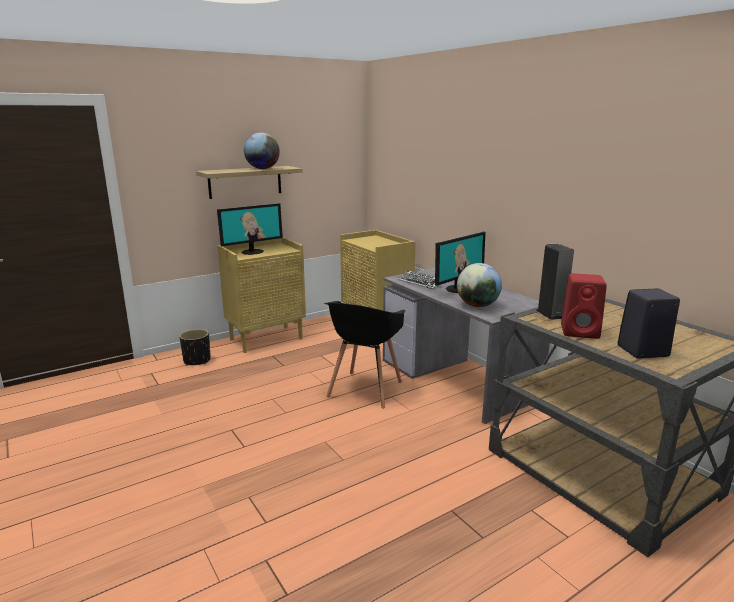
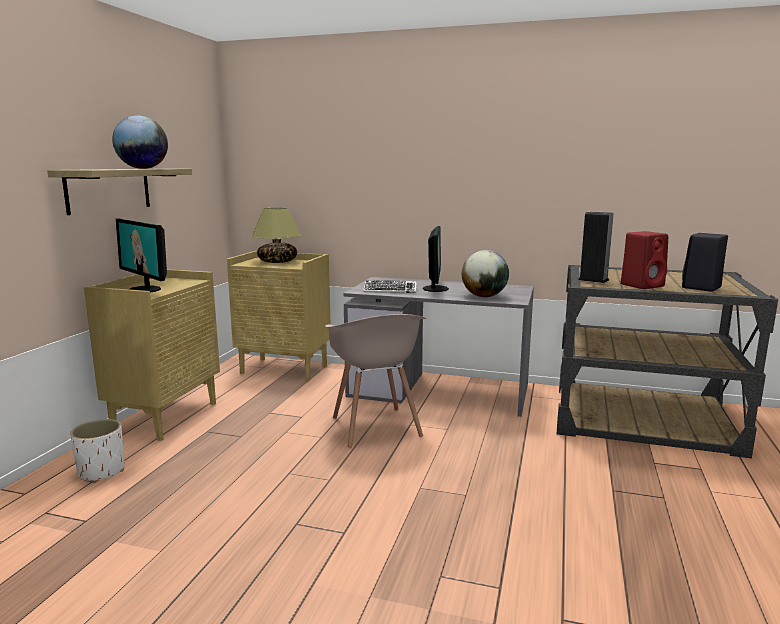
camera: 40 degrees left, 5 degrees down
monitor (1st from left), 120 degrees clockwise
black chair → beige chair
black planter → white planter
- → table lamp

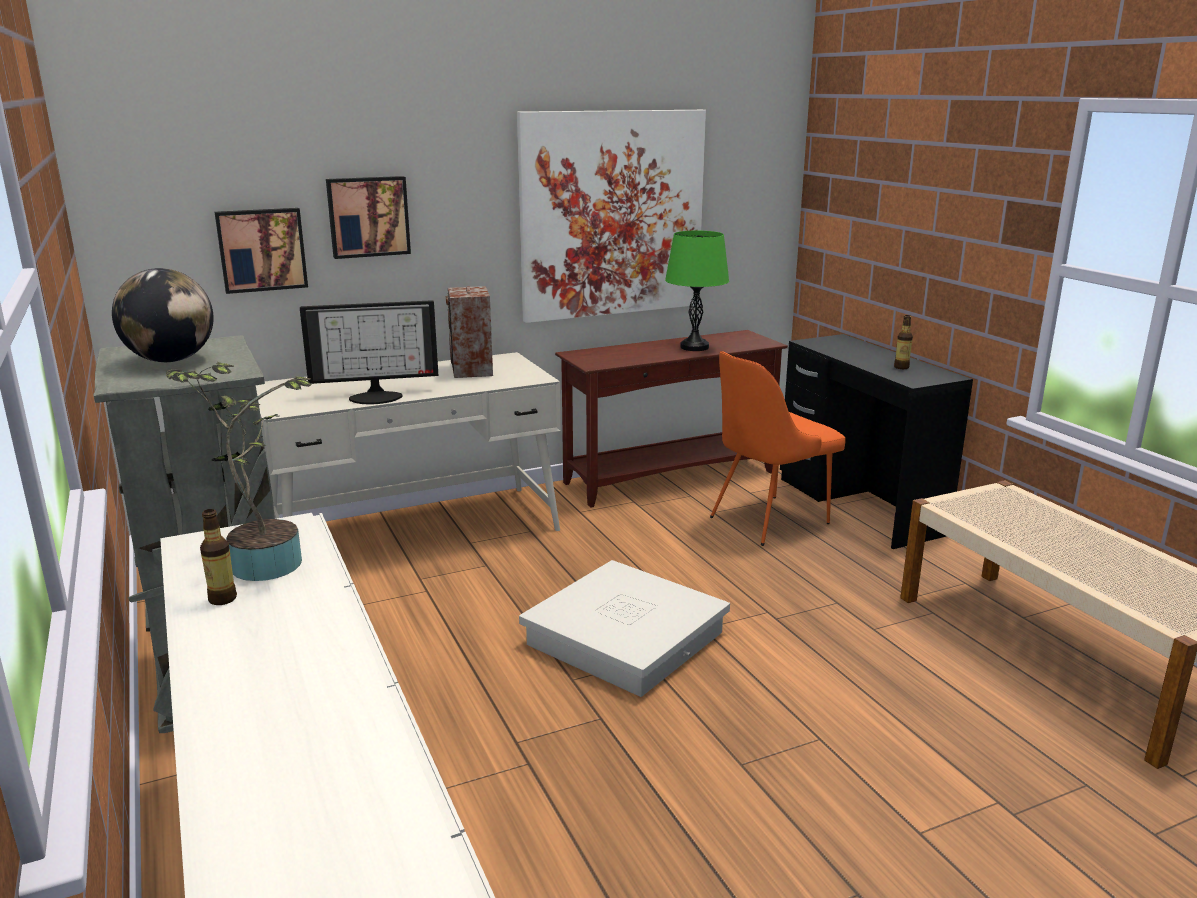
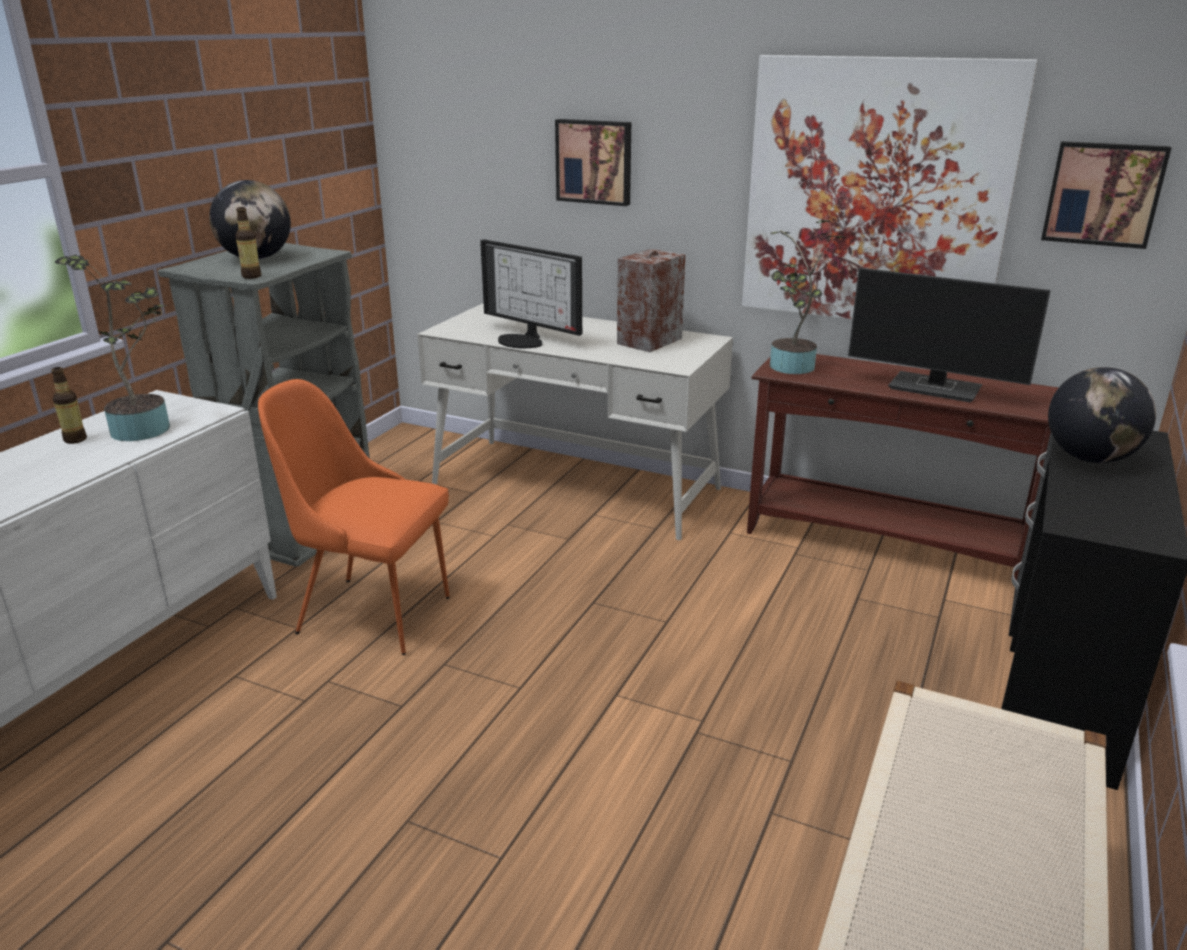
camera: 50 degrees right, 5 degrees up
picture (1st from left in the first image) → picture (3rd from left), moved
green table lamp → monitor (2nd from left)
bottle (2nd from left), moved
orange chair, moved
white storage box → -
- → potted plant (2nd from left)
- → globe (2nd from left)

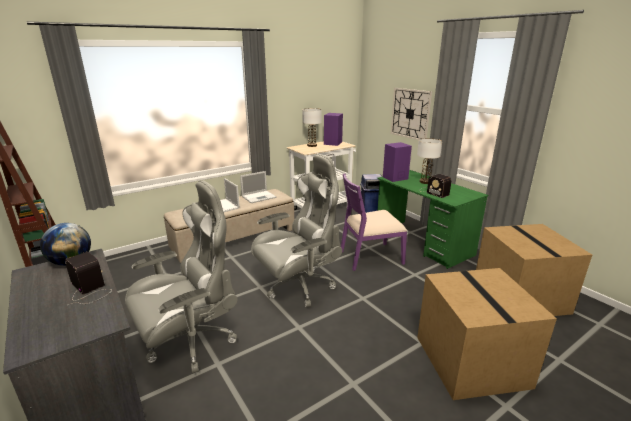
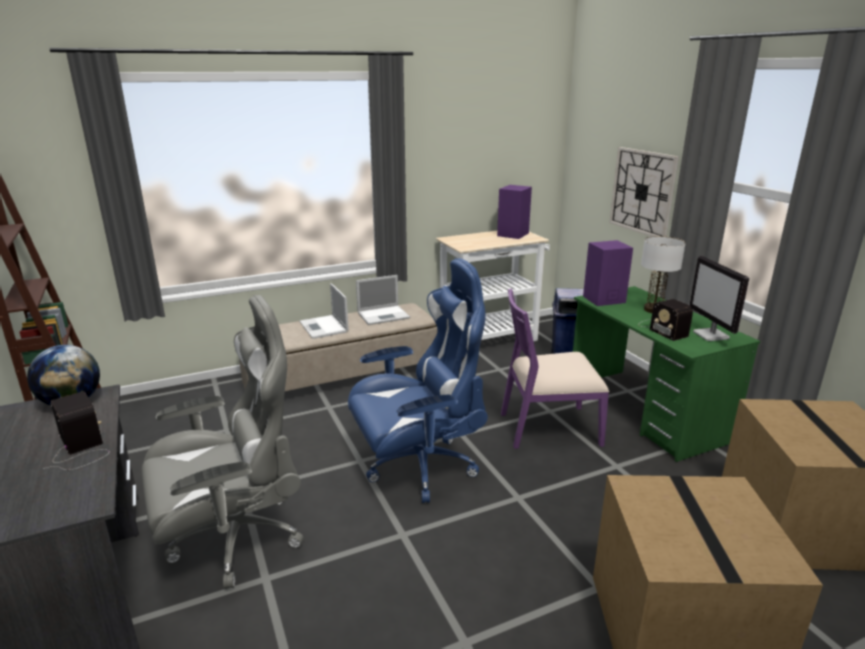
camera: 10 degrees right, 0 degrees up
table lamp (1st from left) → -
grey office chair (2nd from left) → blue office chair
- → monitor

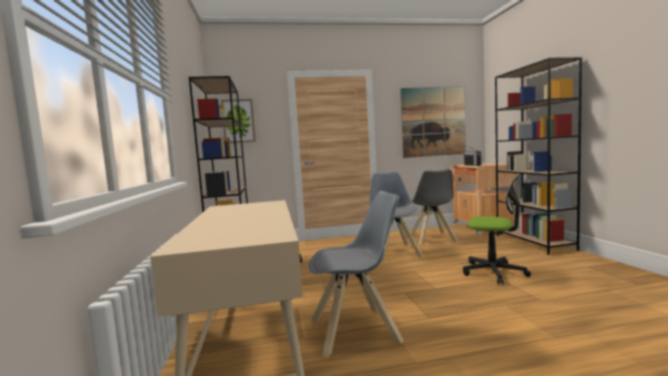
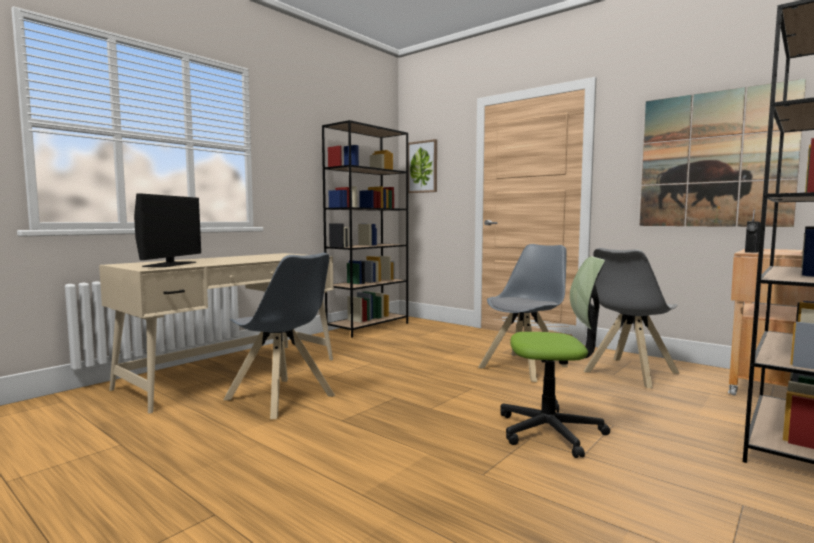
camera: 50 degrees right, 0 degrees up
office chair, 75 degrees counterclockwise
- → monitor

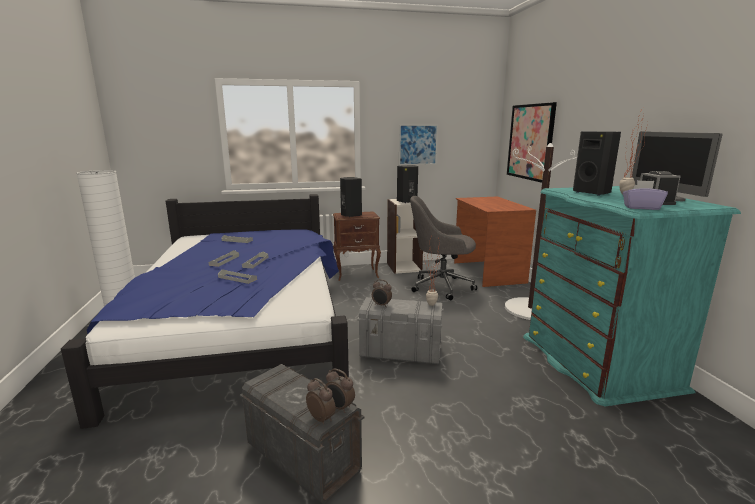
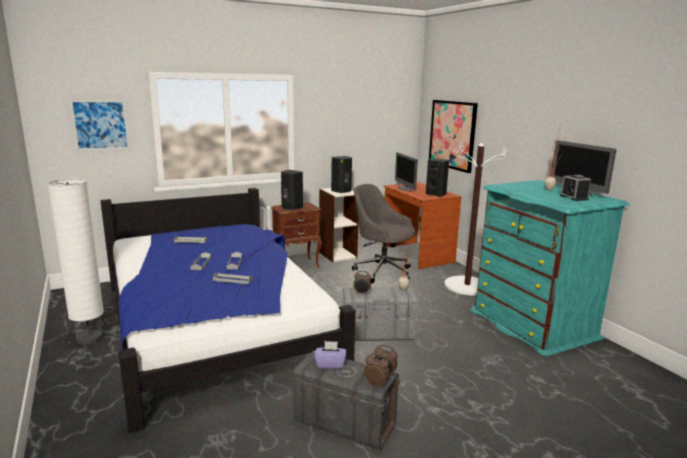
camera: 15 degrees left, 0 degrees up
picture (1st from left), moved
black speaker (3rd from left), moved
purple tissue box, moved
grey office chair, 45 degrees clockwise
- → monitor (1st from left)

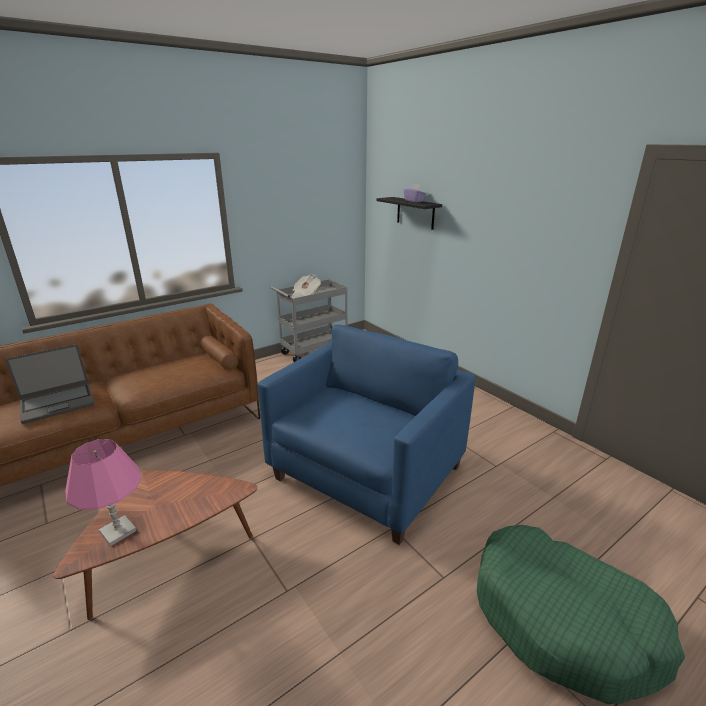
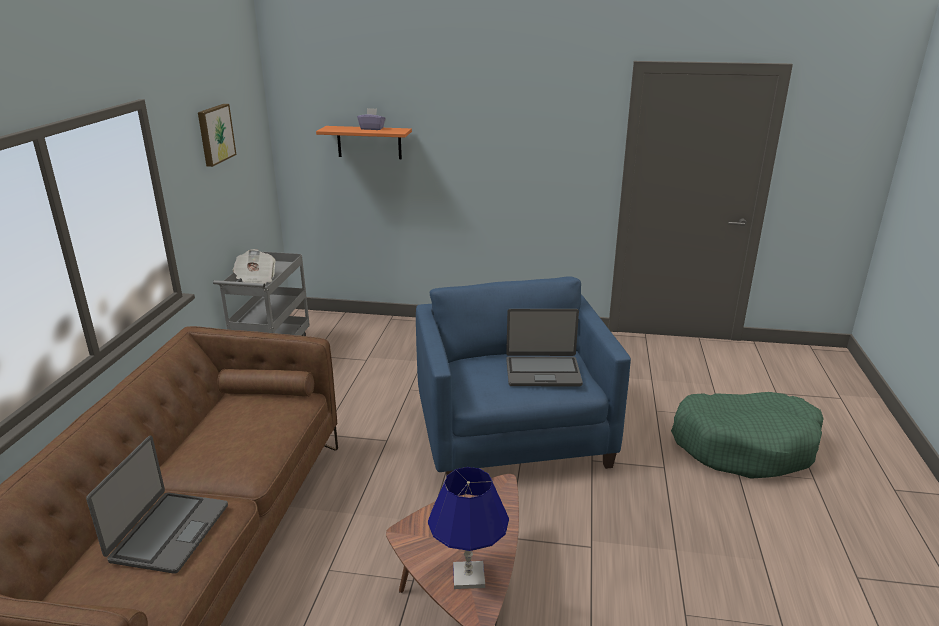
camera: 45 degrees left, 0 degrees up
black shelf → orange shelf
pink table lamp → blue table lamp
- → picture
- → laptop (2nd from left)

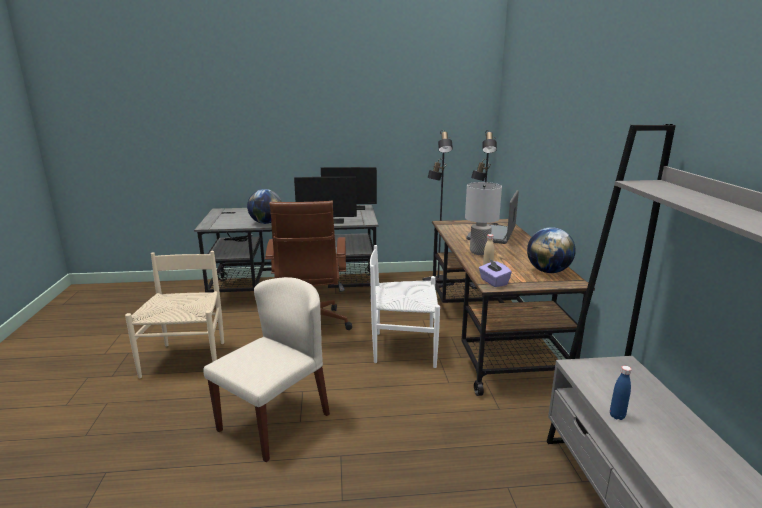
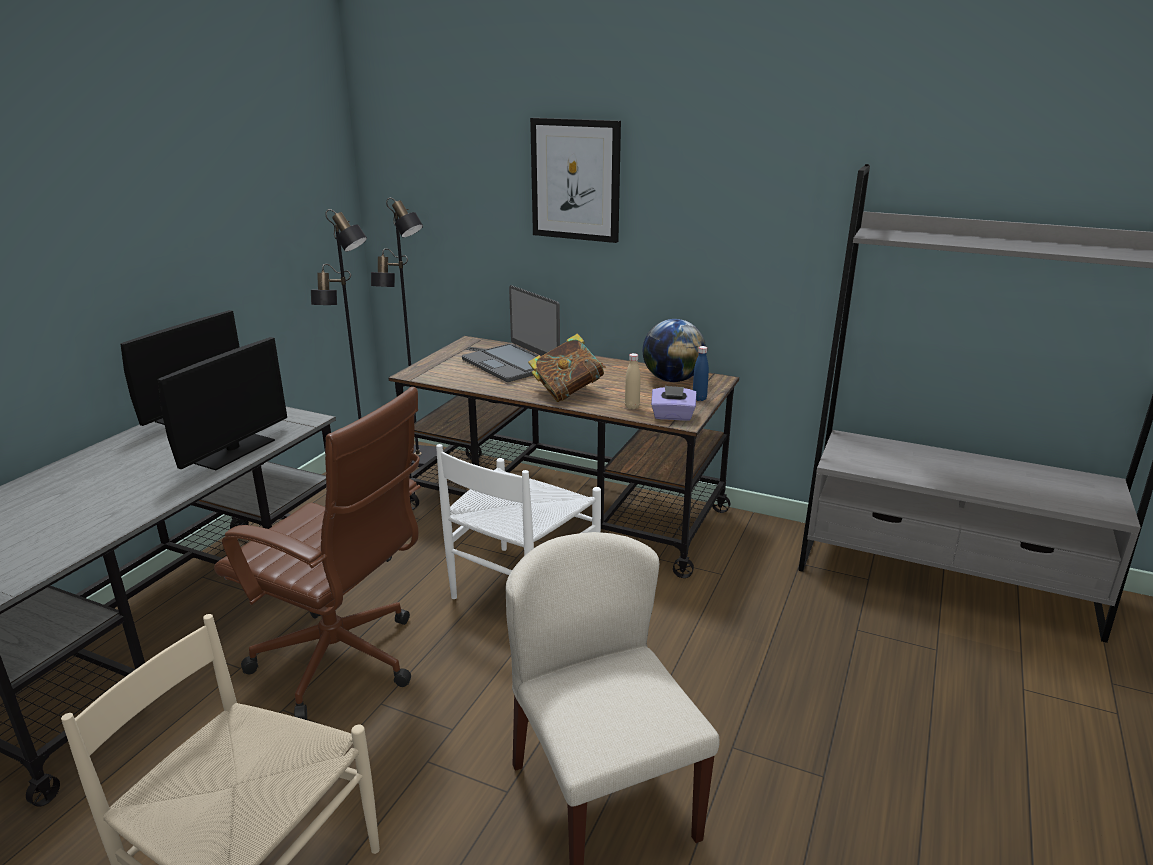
camera: 60 degrees left, 5 degrees up
grey table lamp → book
globe (1st from left) → -
blue bottle, moved
- → picture

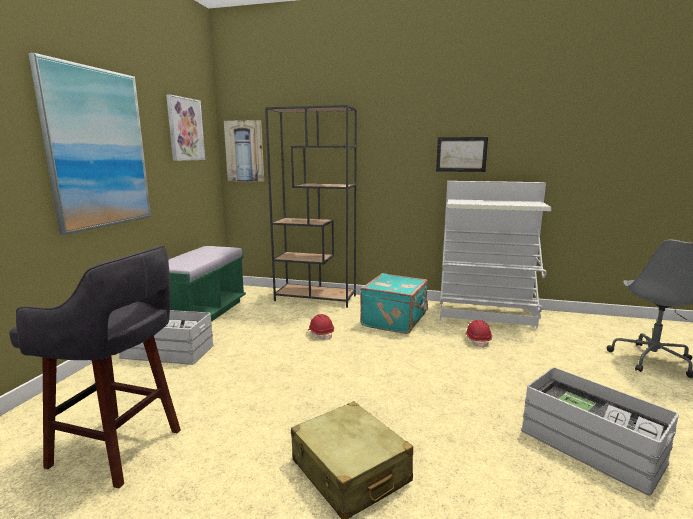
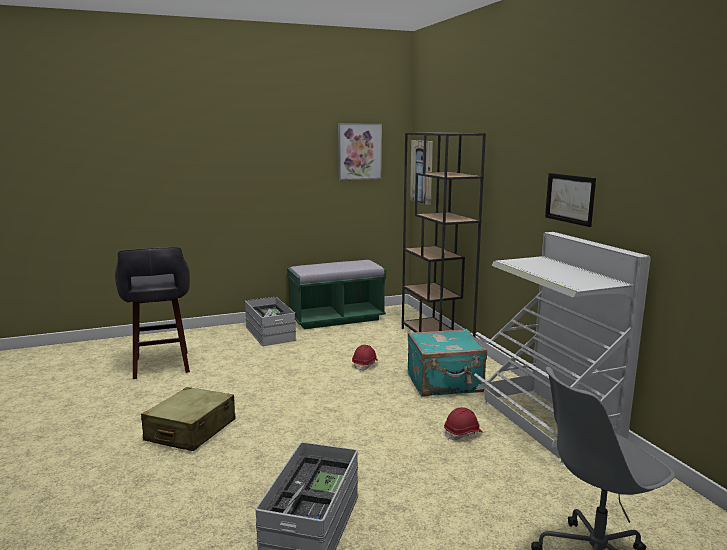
camera: 55 degrees right, 0 degrees up
picture (1st from left) → -

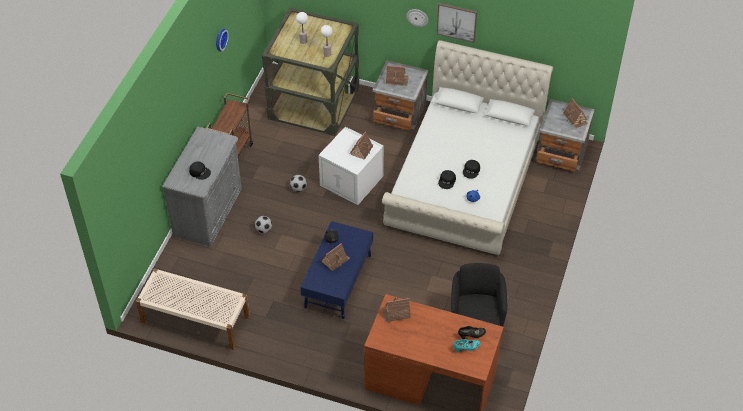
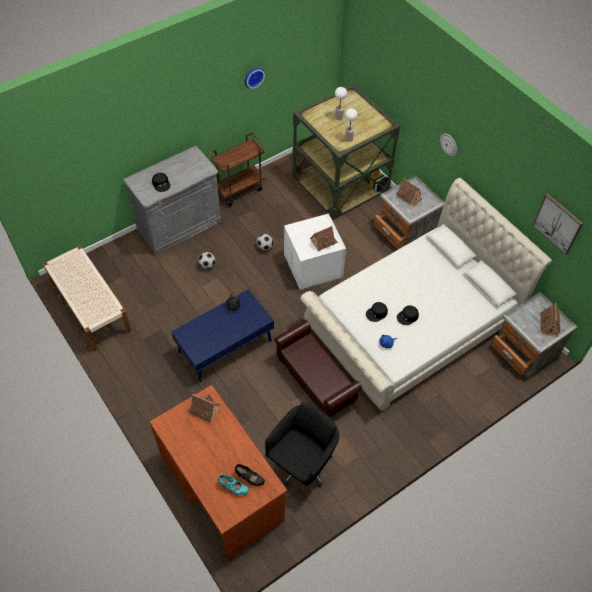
camera: 35 degrees right, 5 degrees up
picture, moved
toy house (1st from left) → -
- → brown ottoman

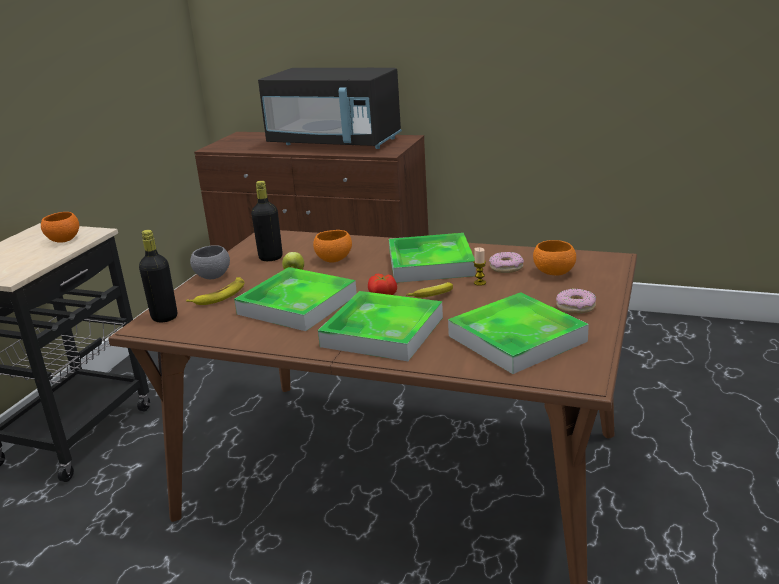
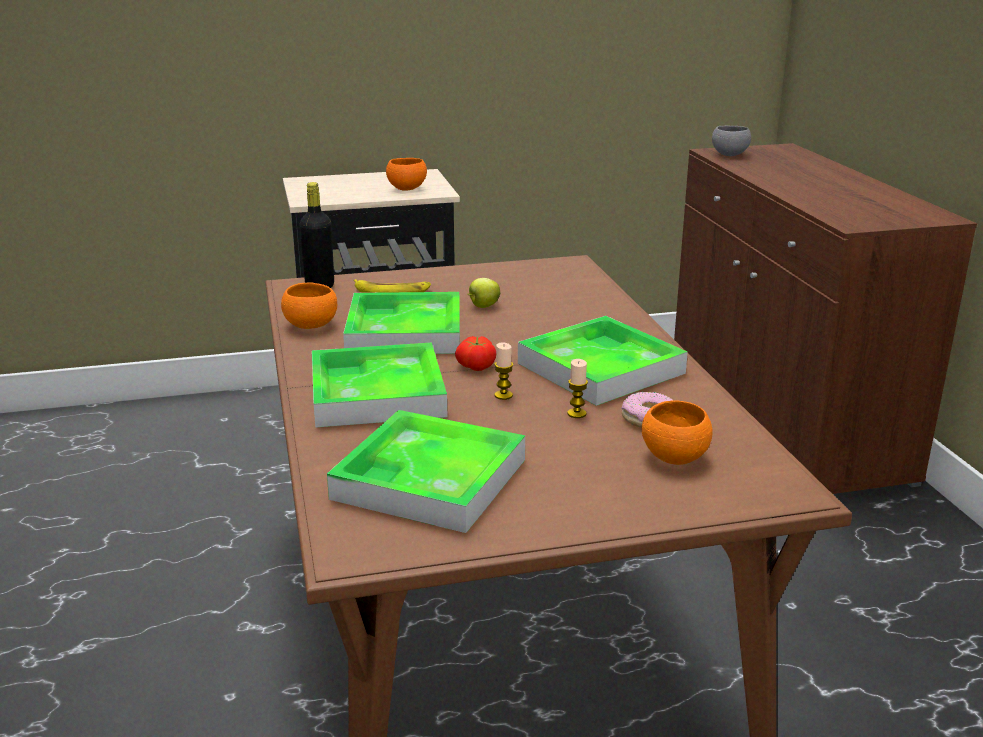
camera: 55 degrees right, 0 degrees up
black microwave → -
black bottle (2nd from left) → -
orange bowl (2nd from left in the first image) → orange bowl (1st from left), moved
grey bowl, moved
banana (2nd from left) → candle (1st from left)
donut (2nd from left) → -

